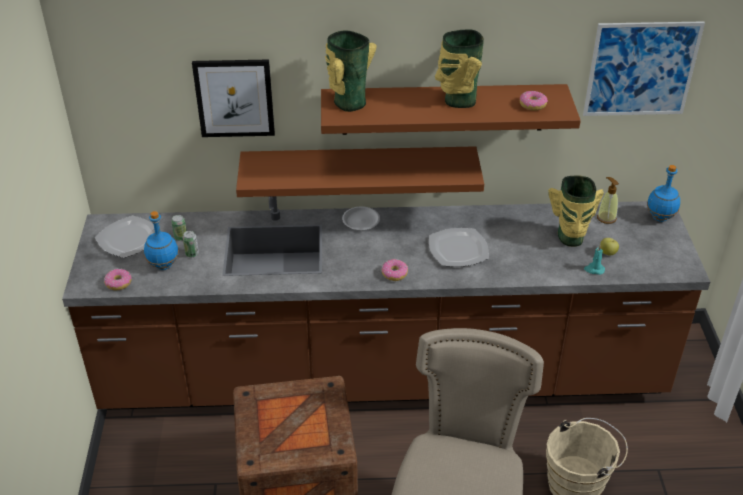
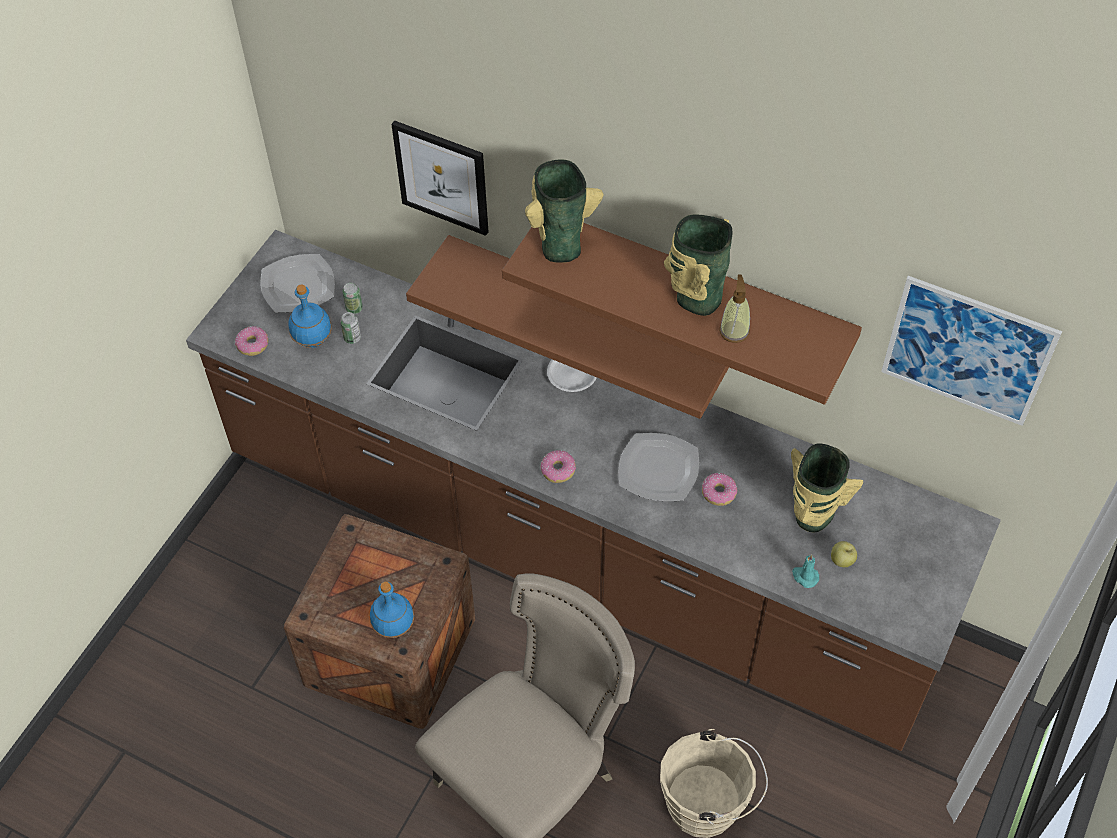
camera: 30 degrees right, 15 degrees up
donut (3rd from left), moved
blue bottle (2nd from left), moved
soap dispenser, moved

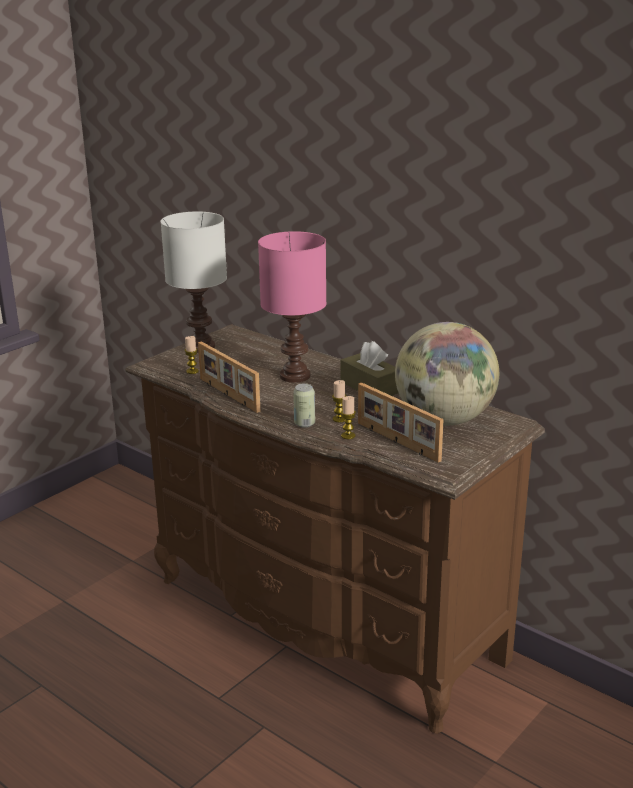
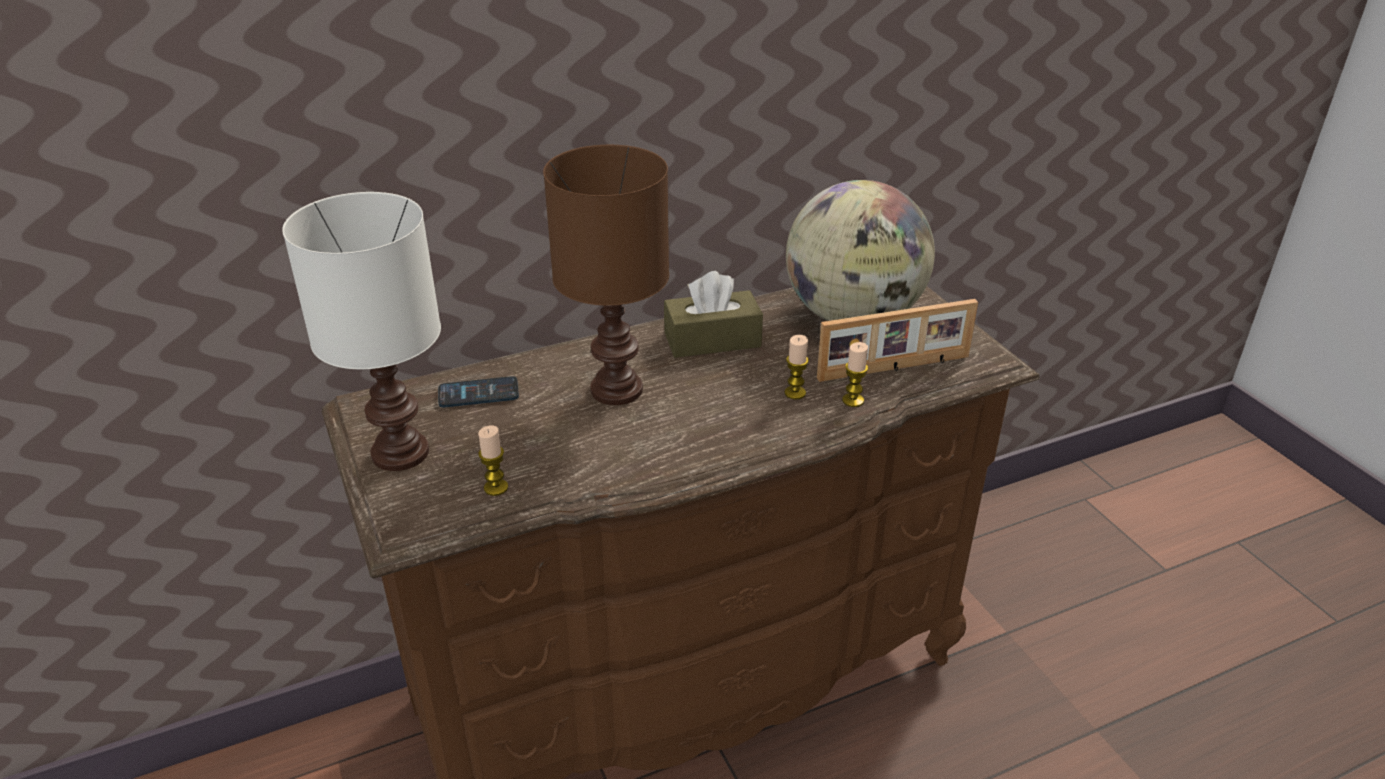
camera: 65 degrees left, 10 degrees up
pink table lamp → brown table lamp
picture frame (1st from left) → -
can → -
- → phone

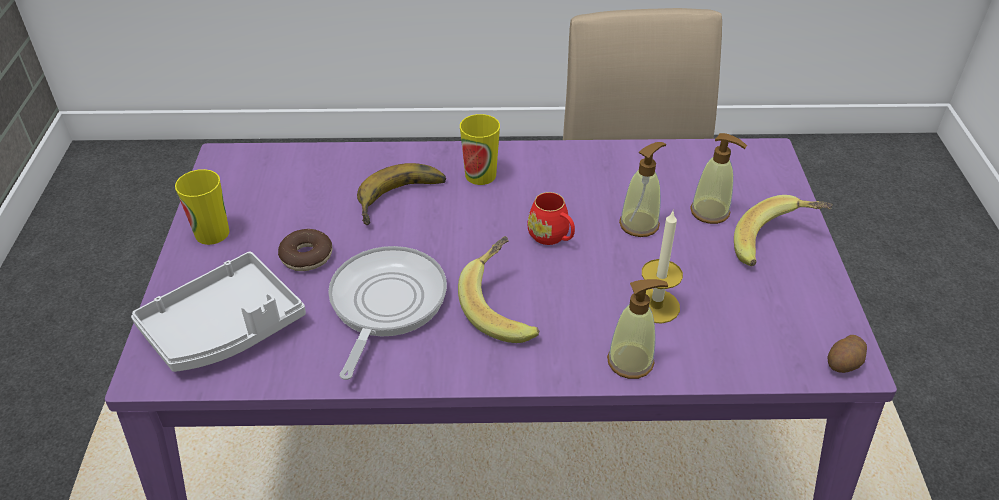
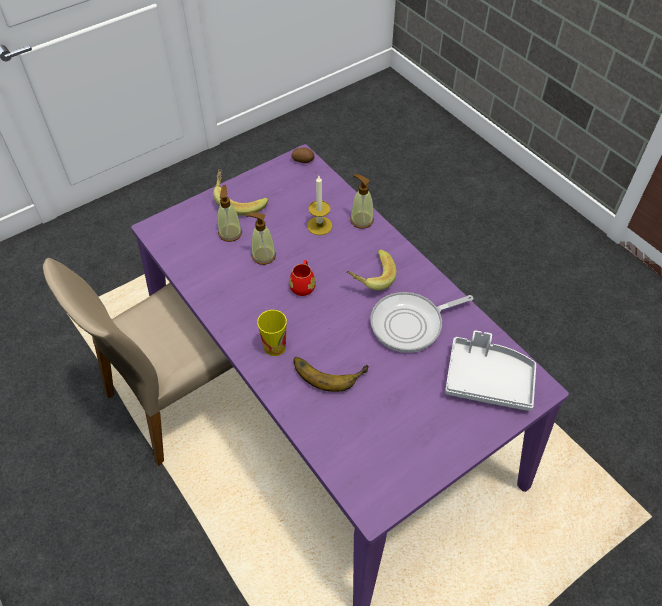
camera: 125 degrees left, 10 degrees up
cup (1st from left) → -
donut → -

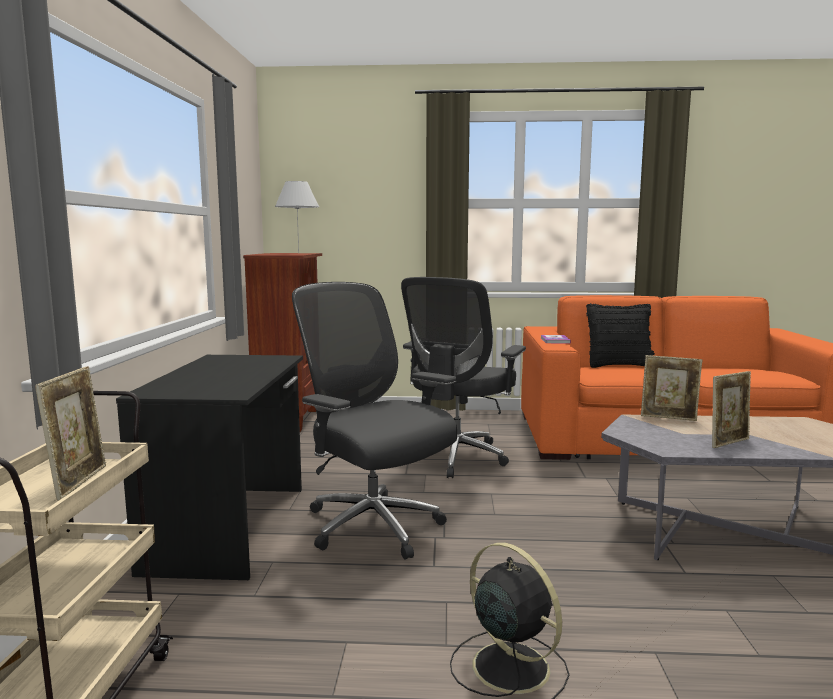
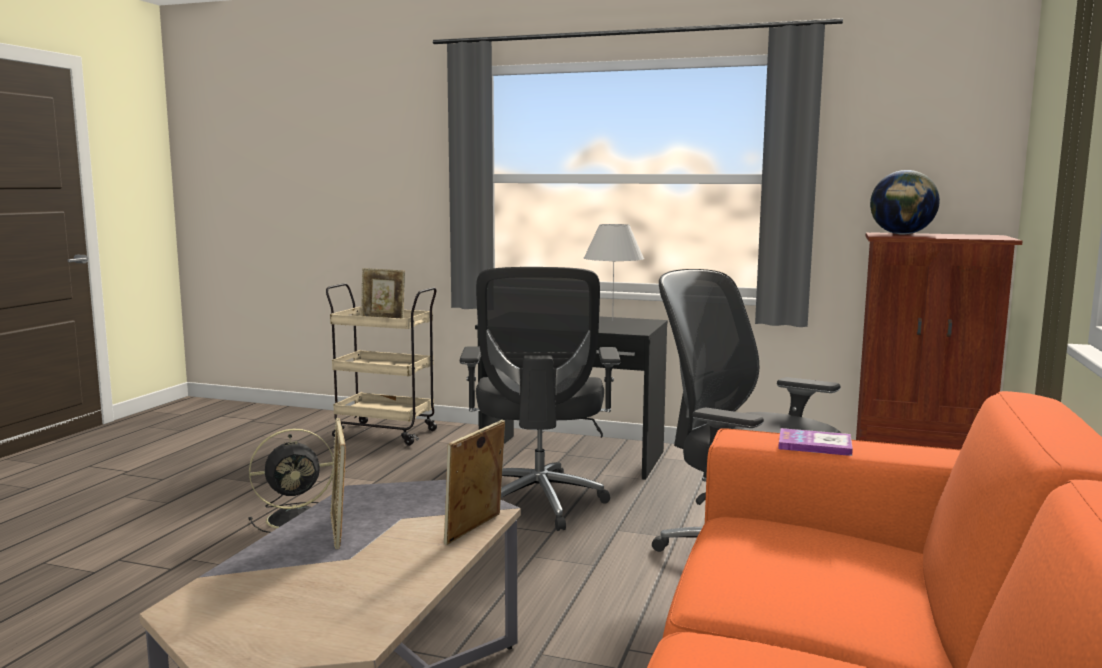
camera: 105 degrees right, 0 degrees up
white table lamp, moved
office chair (1st from left), 120 degrees clockwise
black pillow → -
- → globe

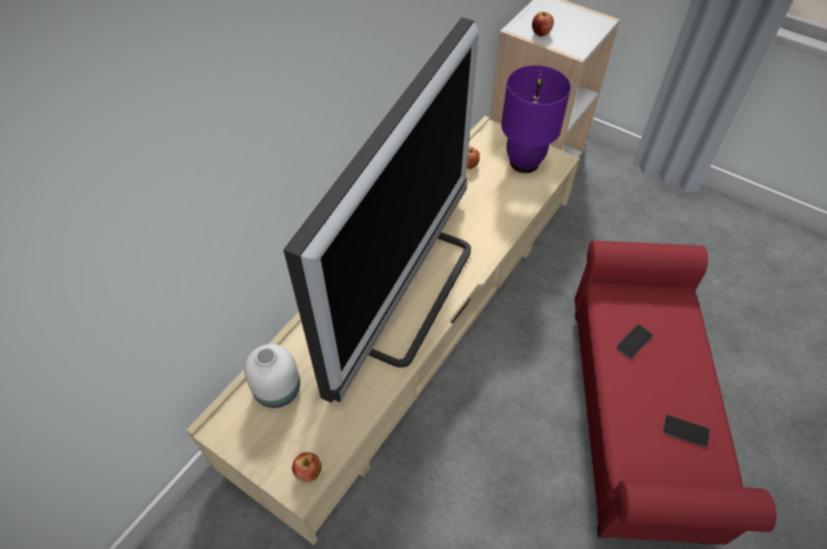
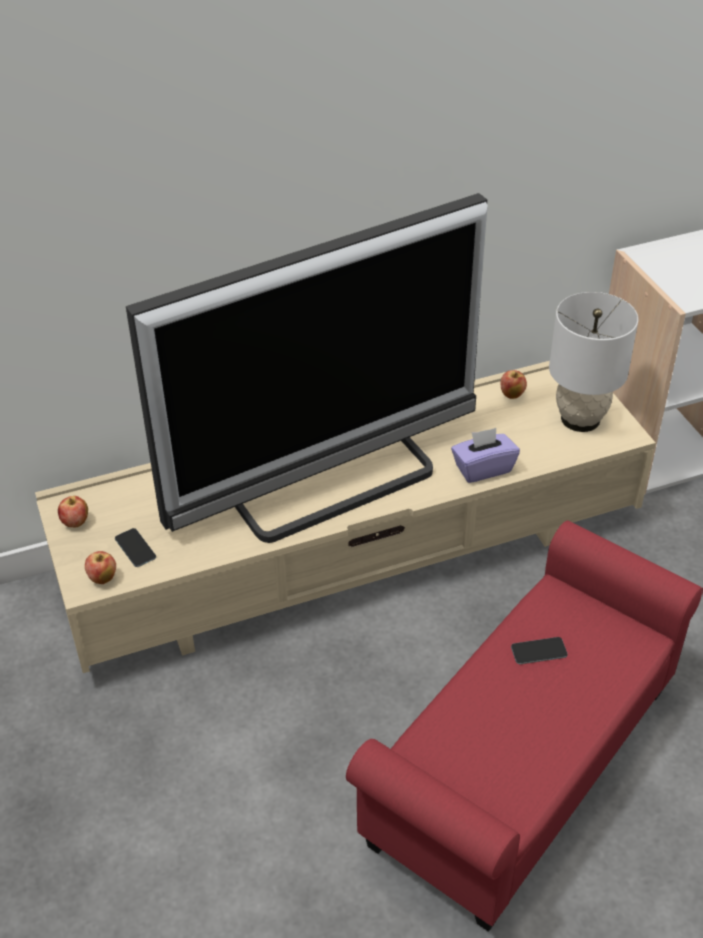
camera: 35 degrees right, 10 degrees down
apple (3rd from left in the first image) → apple (1st from left), moved
purple table lamp → white table lamp
white vase → -
phone (2nd from left in the first image) → phone (1st from left), moved
- → purple tissue box

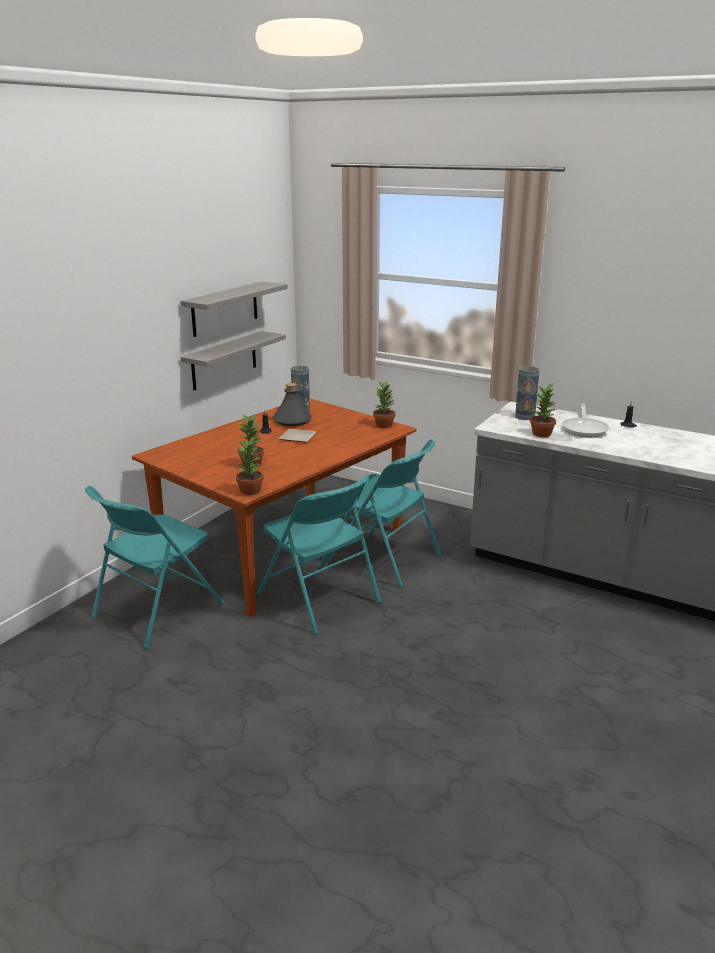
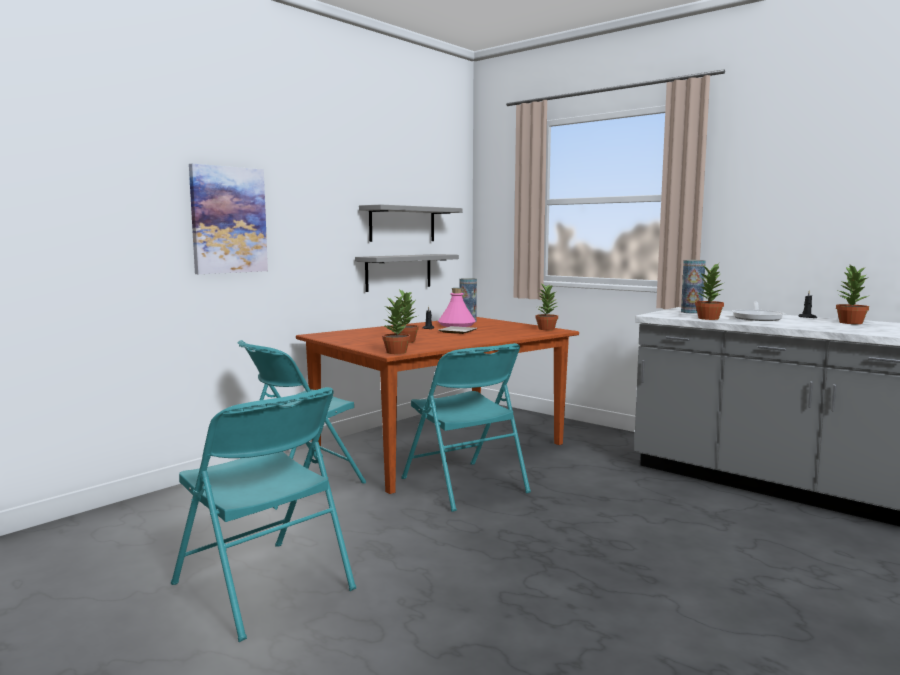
camera: 10 degrees right, 15 degrees down
grey bottle → pink bottle
turquoise chair (3rd from left in the first image) → turquoise chair (1st from left), moved
- → picture
- → potted plant (5th from left)

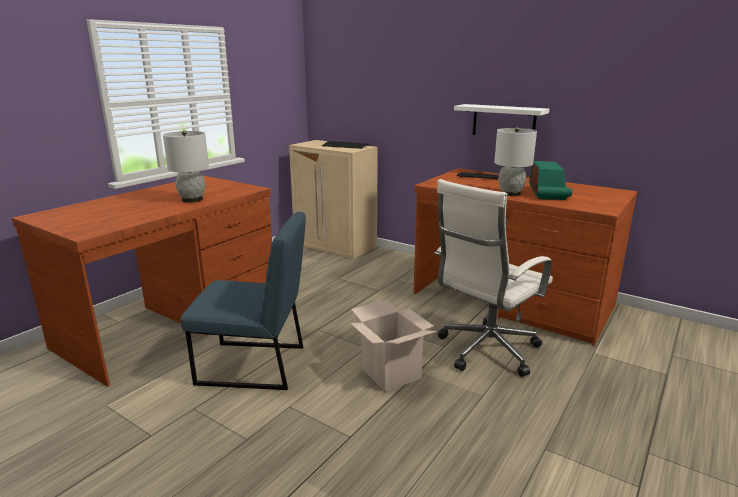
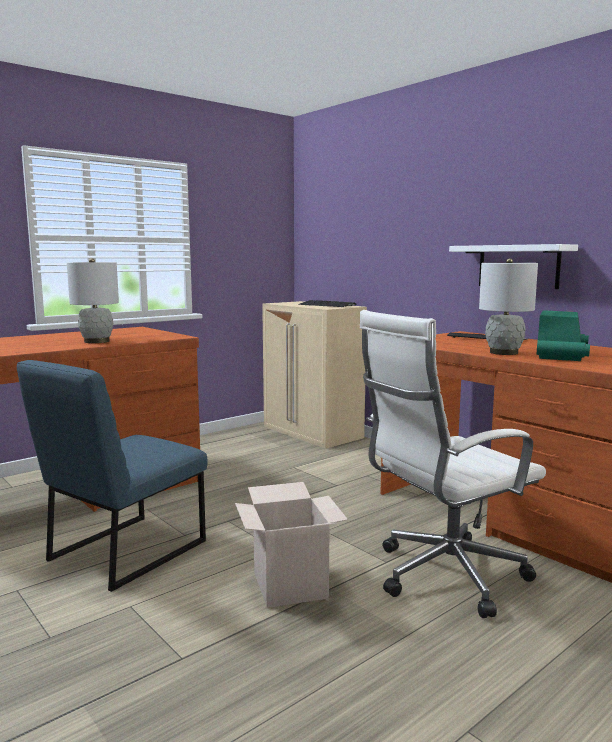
camera: 15 degrees right, 10 degrees down
blue chair, 105 degrees clockwise

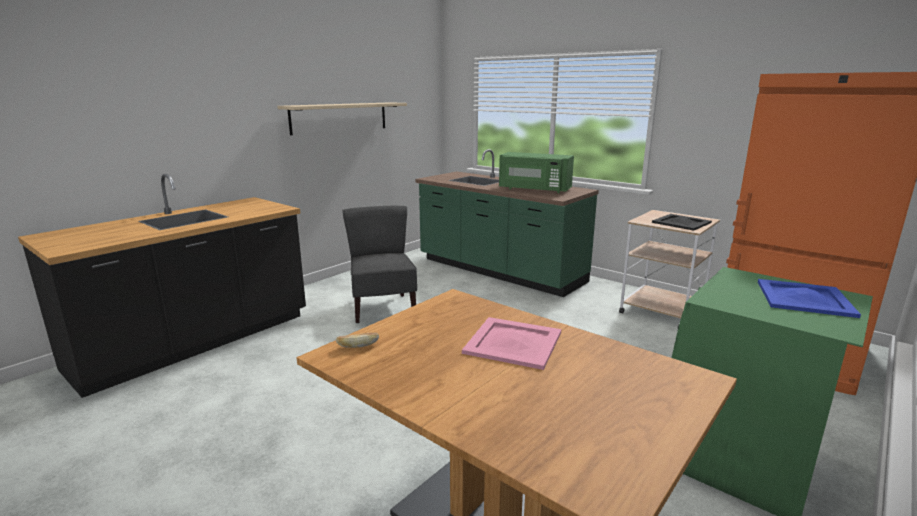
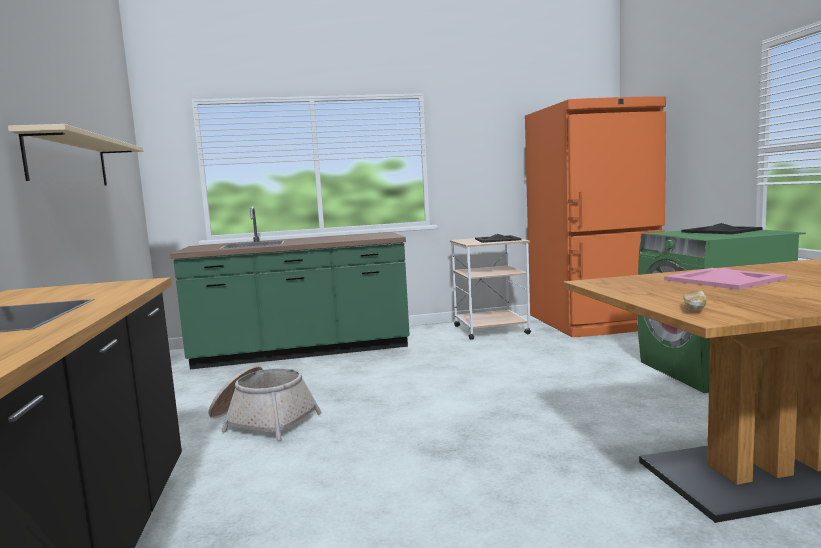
camera: 50 degrees left, 10 degrees down
green microwave → -
grey chair → basket
blue tray → black tray (2nd from left)

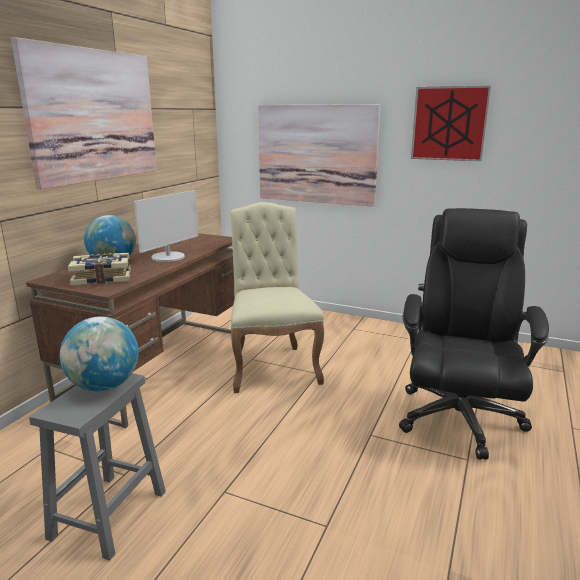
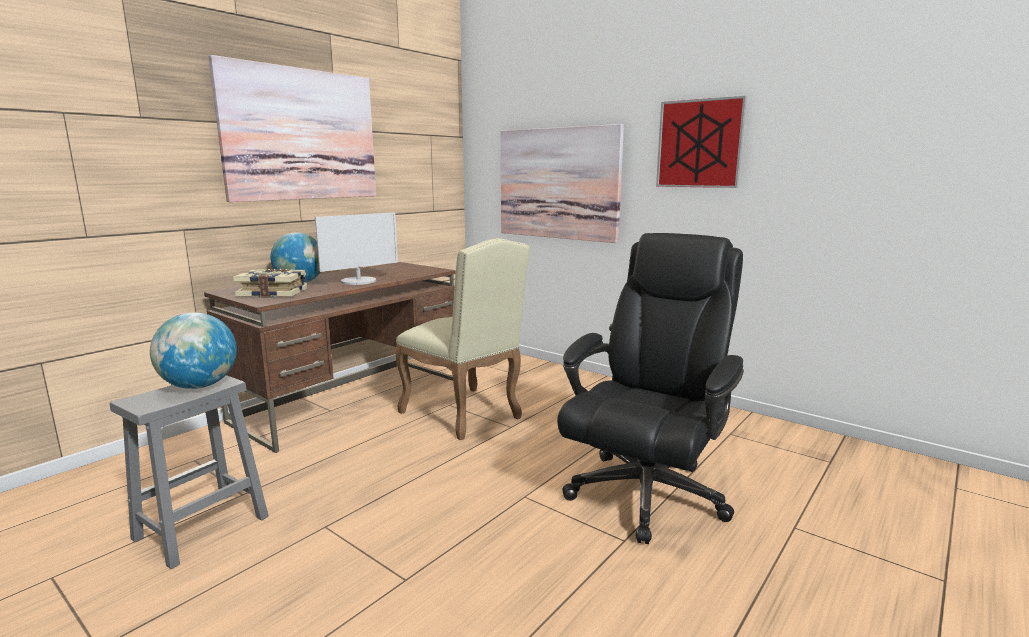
camera: 15 degrees right, 5 degrees down
beige chair, 135 degrees clockwise

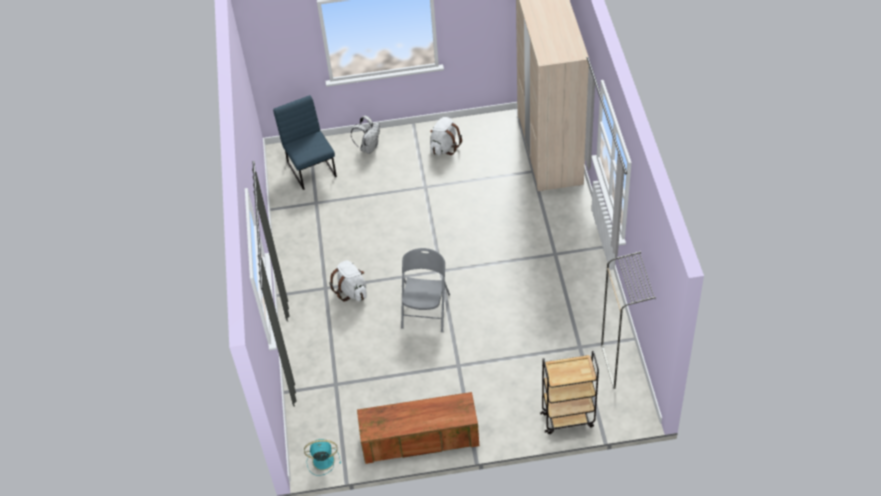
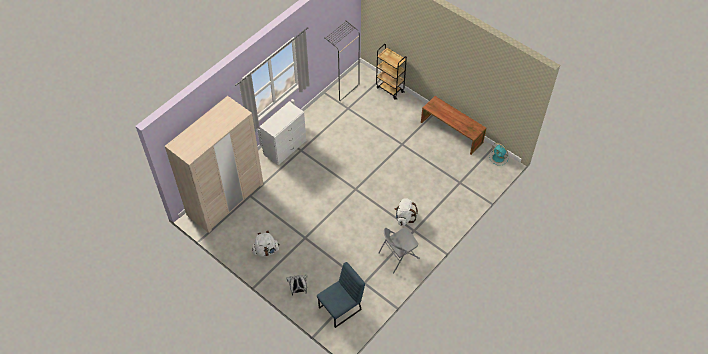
camera: 135 degrees left, 5 degrees up
blue chair, 150 degrees counterclockwise
grey chair, moved
- → white dresser

